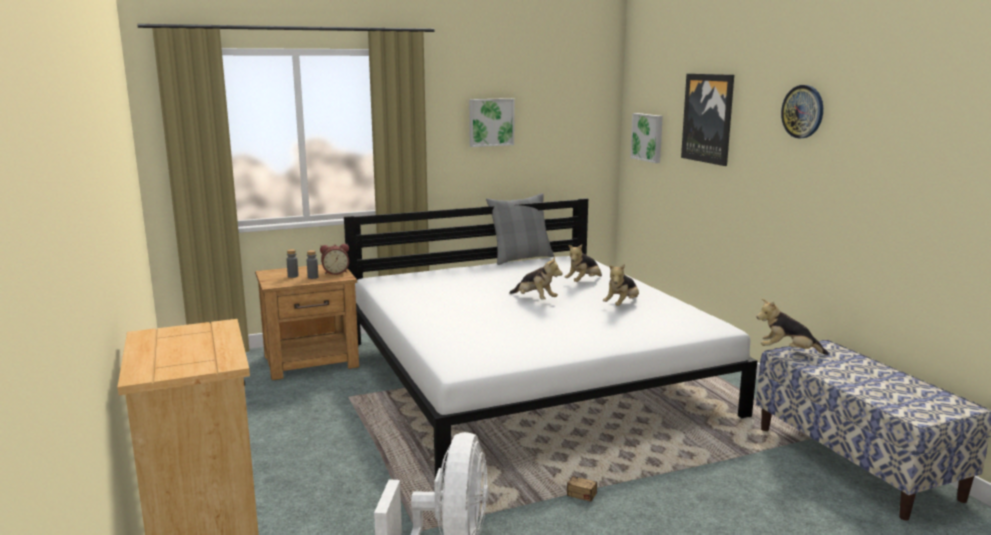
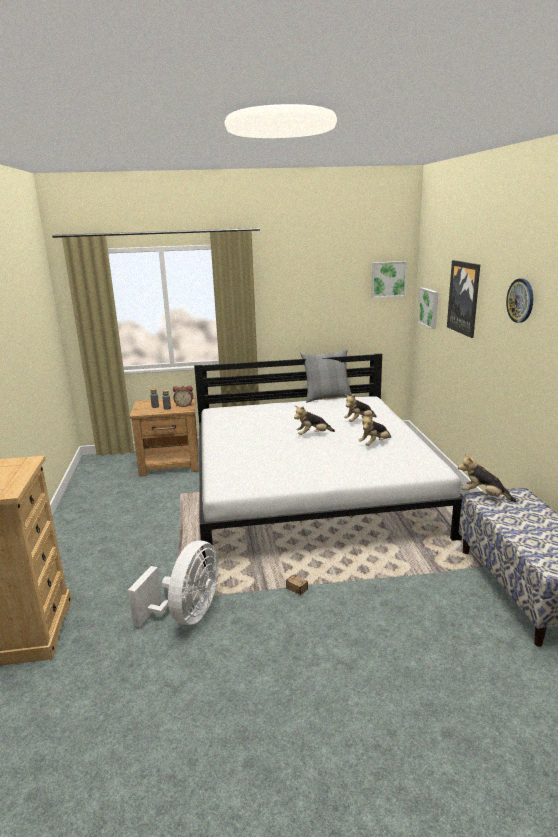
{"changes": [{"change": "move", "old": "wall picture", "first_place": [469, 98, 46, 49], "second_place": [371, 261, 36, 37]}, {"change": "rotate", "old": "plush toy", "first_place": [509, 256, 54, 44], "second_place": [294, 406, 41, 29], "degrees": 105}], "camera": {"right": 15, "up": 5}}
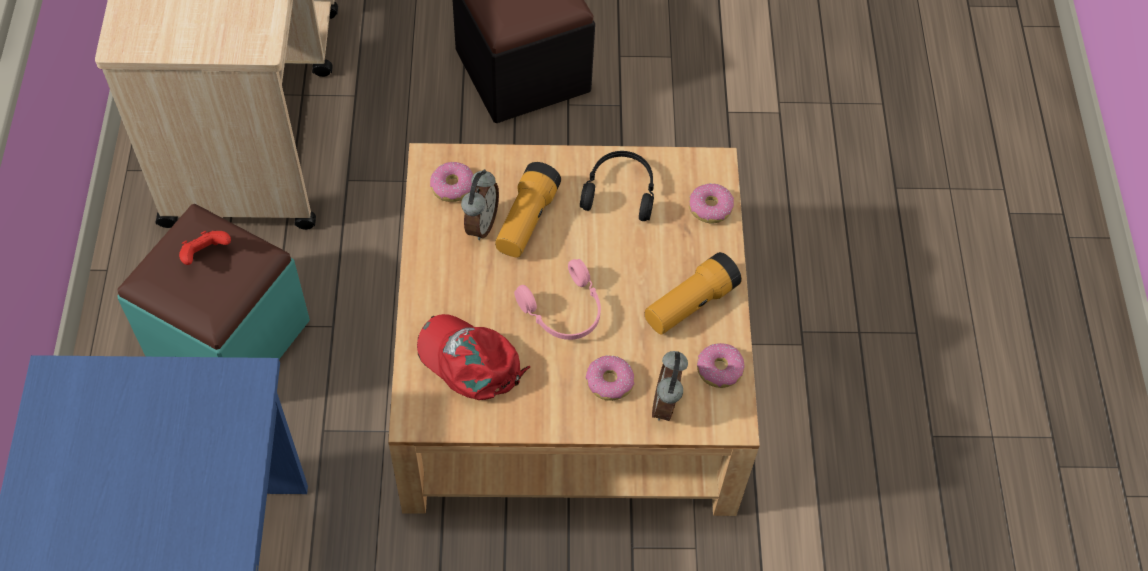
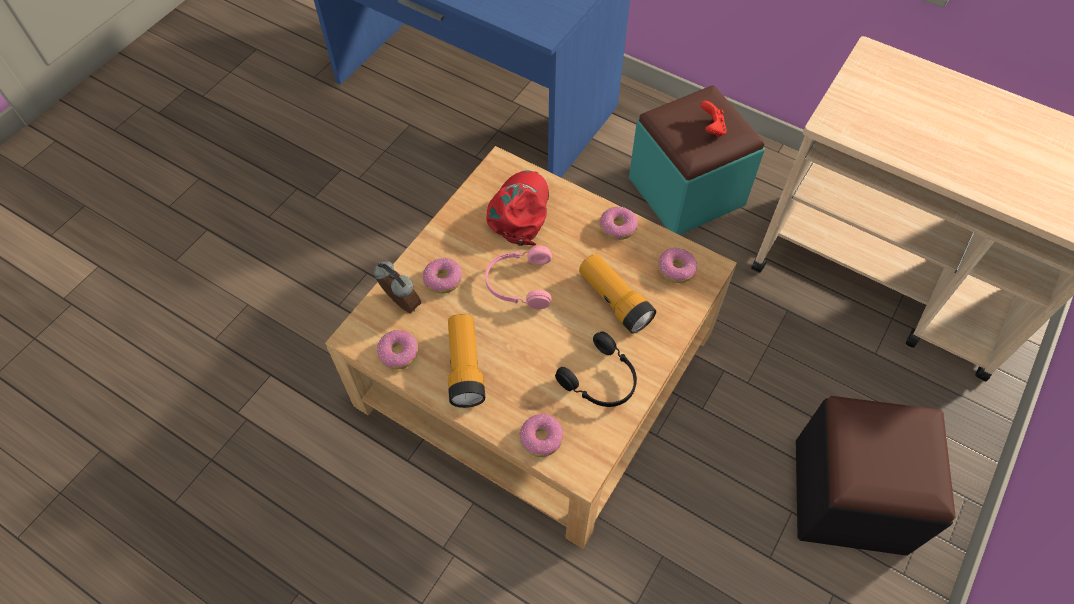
{"changes": [{"change": "delete", "old": "alarm clock", "first_place": [461, 169, 38, 71]}, {"change": "rotate", "old": "red cap", "first_place": [417, 314, 113, 86], "second_place": [487, 171, 62, 75], "degrees": -60}, {"change": "insert", "new": "ring doughnut", "second_place": [600, 207, 38, 33]}], "camera": {"right": 125, "up": 0}}
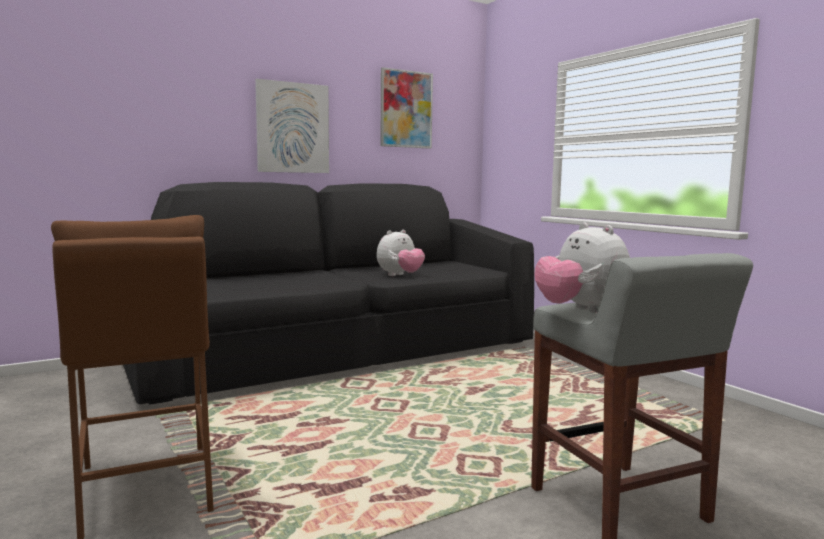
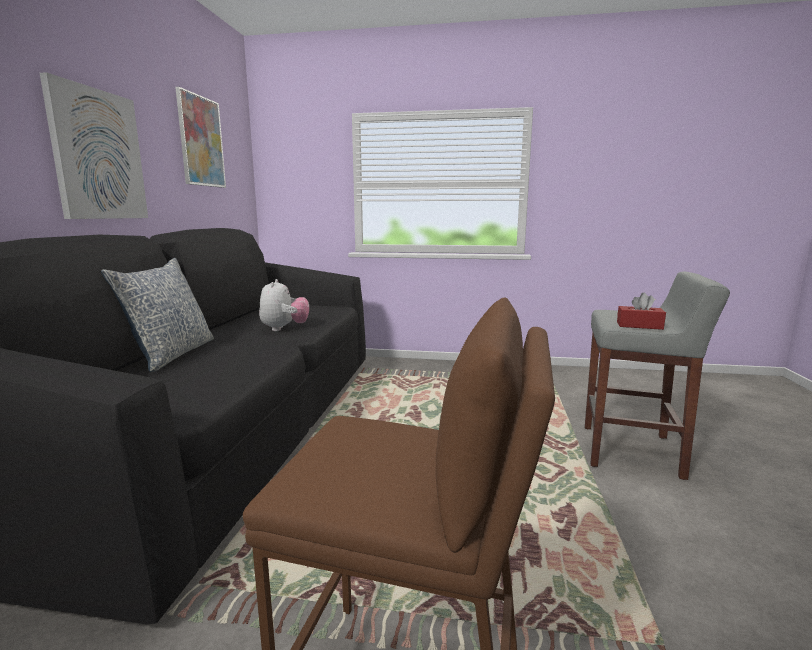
{"changes": [{"change": "replace", "old": "plush toy", "new": "red tissue holder", "first_place": [534, 222, 96, 91], "second_place": [617, 293, 49, 37]}, {"change": "insert", "new": "pillow", "second_place": [101, 258, 113, 114]}], "camera": {"right": -50, "up": 5}}
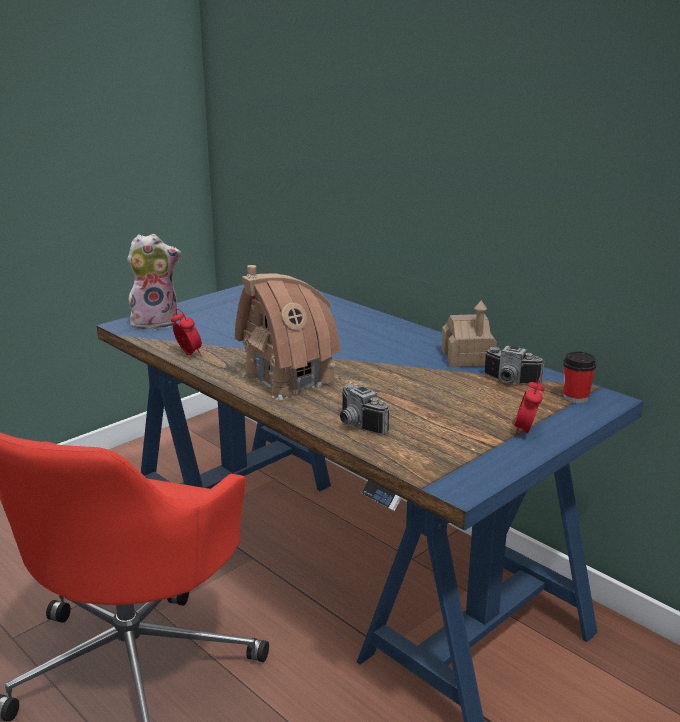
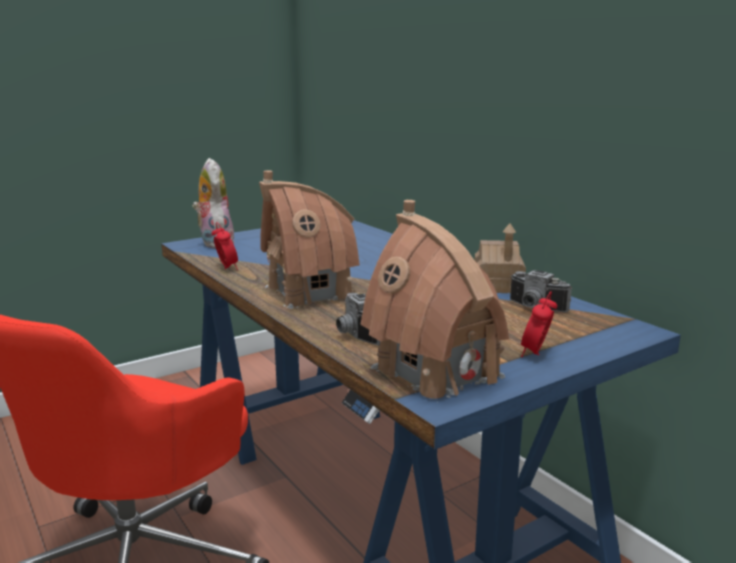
{"changes": [{"change": "rotate", "old": "plush toy", "first_place": [127, 234, 54, 96], "second_place": [192, 158, 43, 91], "degrees": -105}, {"change": "delete", "old": "drinking cup", "first_place": [563, 351, 34, 52]}, {"change": "insert", "new": "model house", "second_place": [360, 200, 149, 203]}], "camera": {"right": 10, "up": -5}}
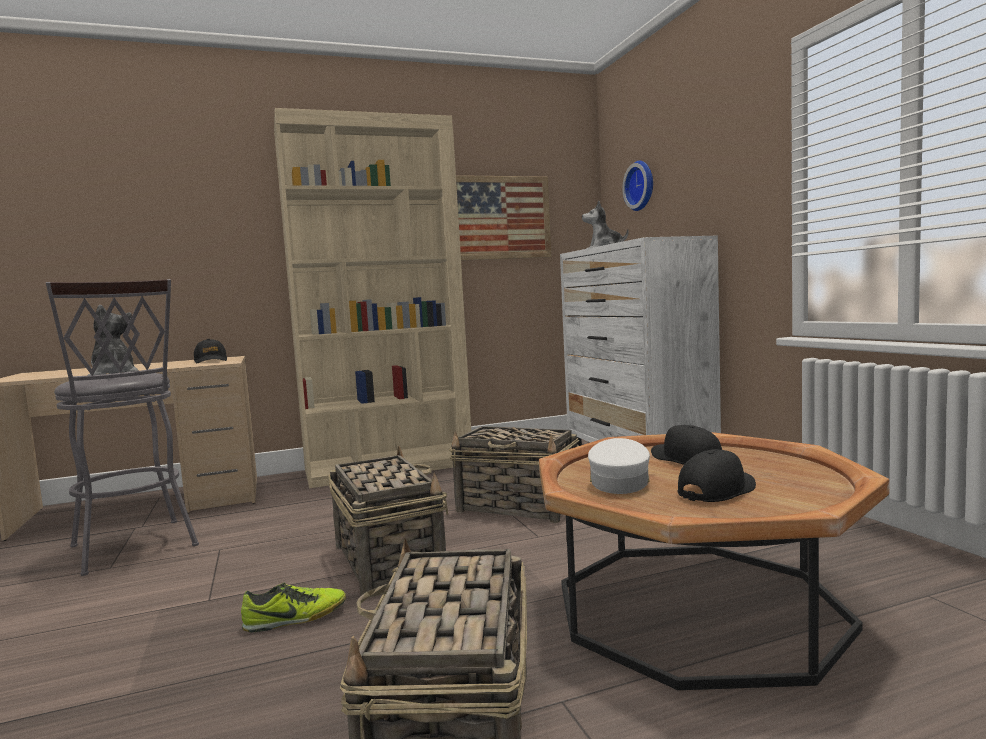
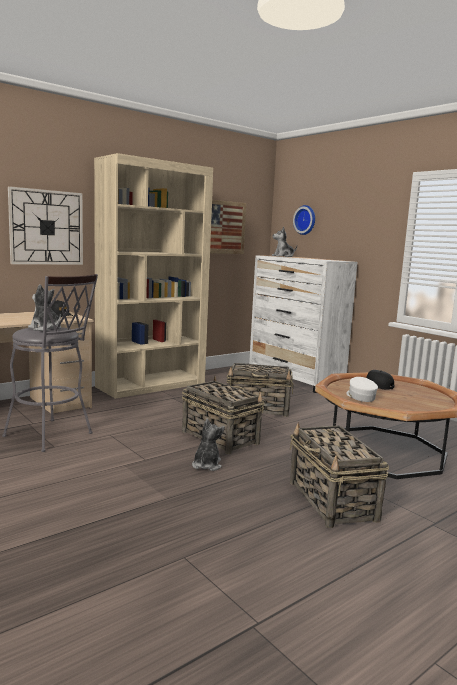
{"changes": [{"change": "delete", "old": "blackish cap", "first_place": [678, 449, 78, 53]}, {"change": "replace", "old": "shoe", "new": "plush toy", "first_place": [241, 583, 105, 50], "second_place": [192, 418, 33, 53]}, {"change": "insert", "new": "clock on the wall", "second_place": [8, 186, 75, 79]}], "camera": {"right": -20, "up": 5}}
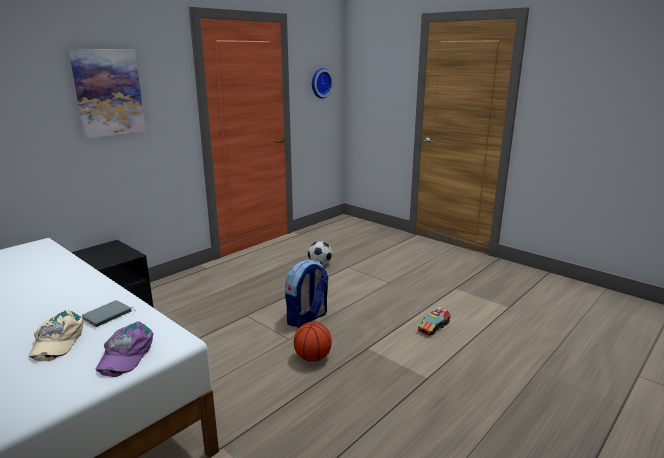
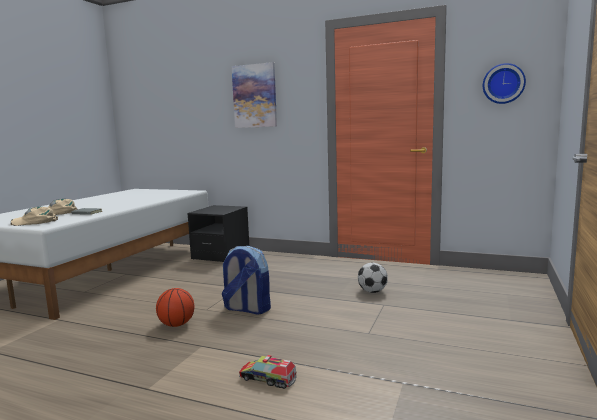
{"changes": [{"change": "recolor", "old": "purplish cap", "new": "sand-coloured cap", "first_place": [96, 321, 57, 56], "second_place": [10, 207, 48, 19]}], "camera": {"right": 70, "up": -10}}
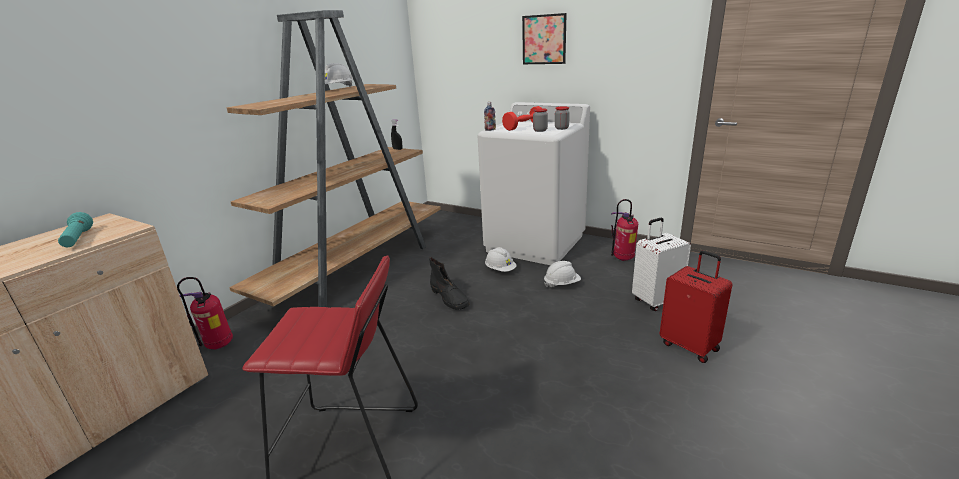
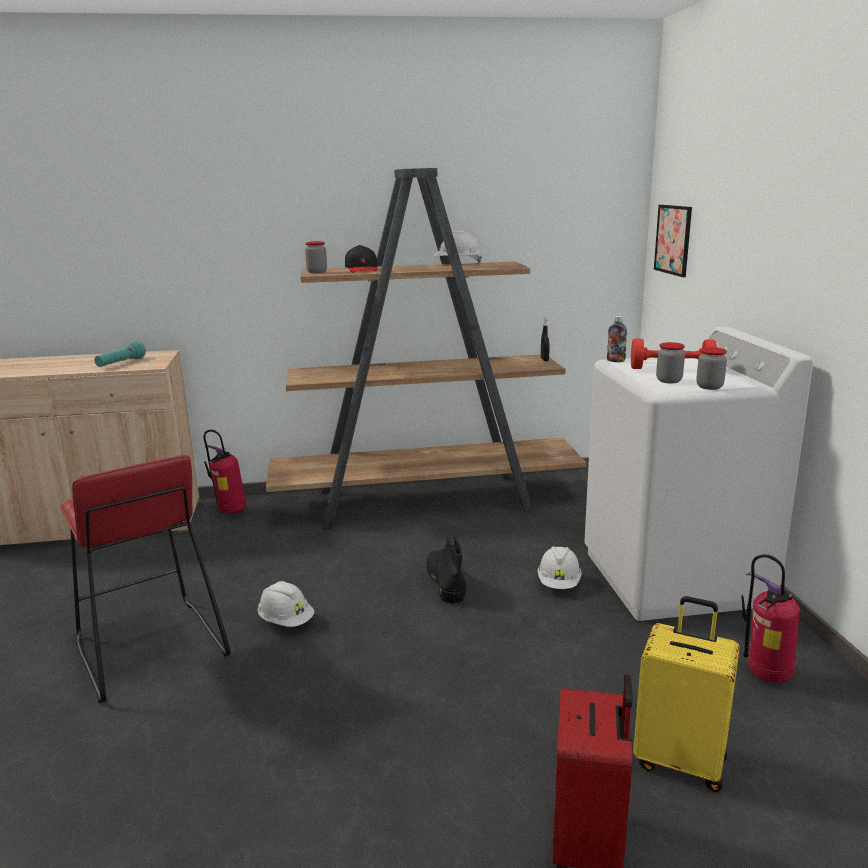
{"changes": [{"change": "move", "old": "wall picture", "first_place": [522, 13, 45, 51], "second_place": [654, 205, 38, 72]}, {"change": "recolor", "old": "whitish travel case", "new": "yellow travel case", "first_place": [632, 218, 59, 93], "second_place": [633, 596, 107, 196]}, {"change": "rotate", "old": "blackish boot", "first_place": [429, 257, 41, 53], "second_place": [426, 537, 40, 67], "degrees": 150}, {"change": "move", "old": "whitish safety helmet", "first_place": [544, 261, 37, 26], "second_place": [257, 581, 57, 46]}, {"change": "insert", "new": "storage jar", "second_place": [305, 241, 22, 32]}, {"change": "insert", "new": "blackish cap", "second_place": [345, 245, 33, 28]}], "camera": {"right": 50, "up": -5}}
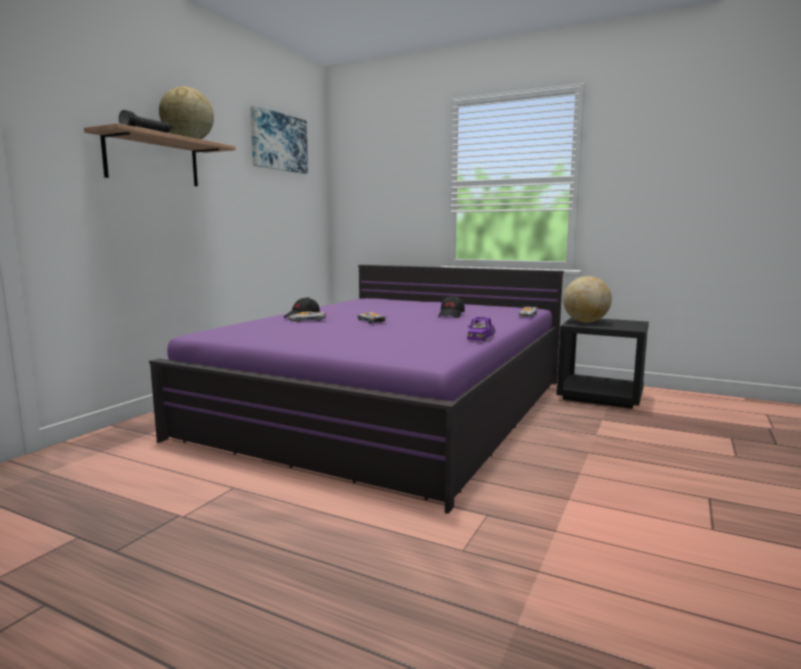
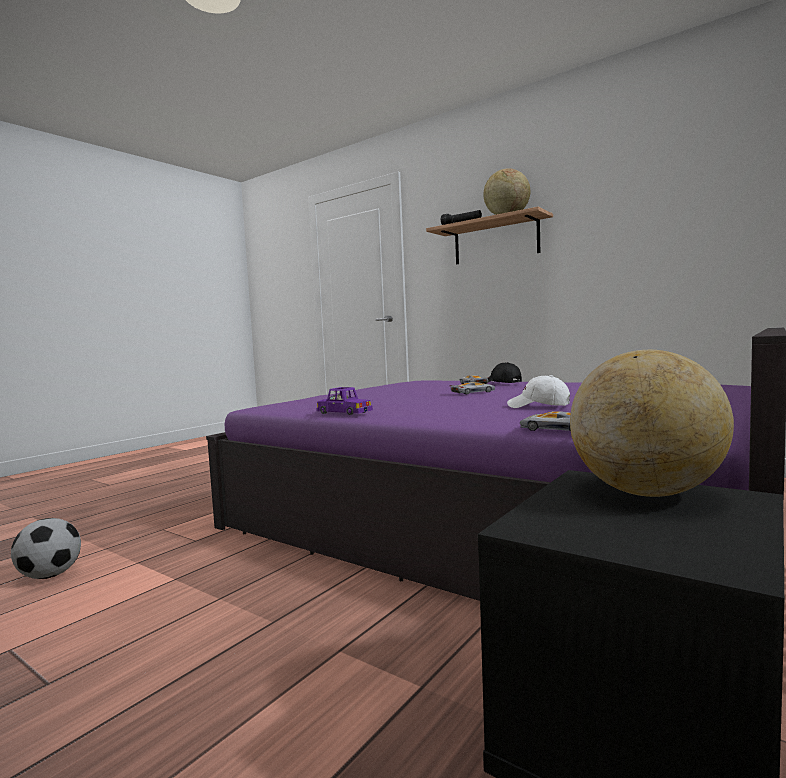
{"changes": [{"change": "delete", "old": "wall picture", "first_place": [250, 105, 58, 69]}, {"change": "recolor", "old": "blackish cap", "new": "whitish cap", "first_place": [438, 296, 27, 22], "second_place": [507, 375, 63, 33]}, {"change": "insert", "new": "ball for football", "second_place": [11, 518, 70, 61]}], "camera": {"right": 100, "up": -5}}
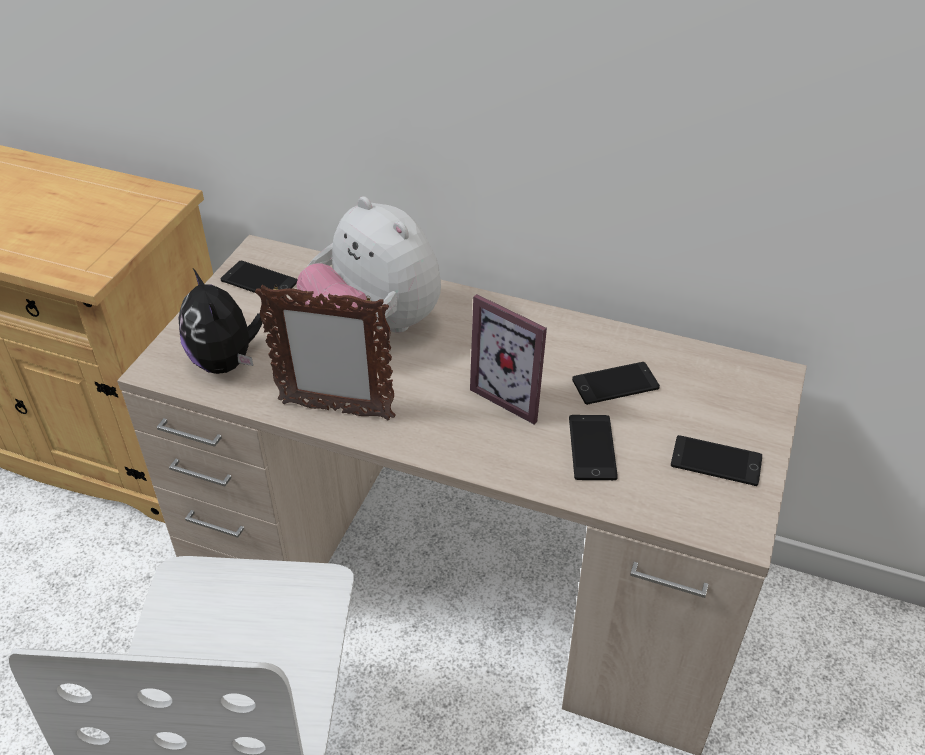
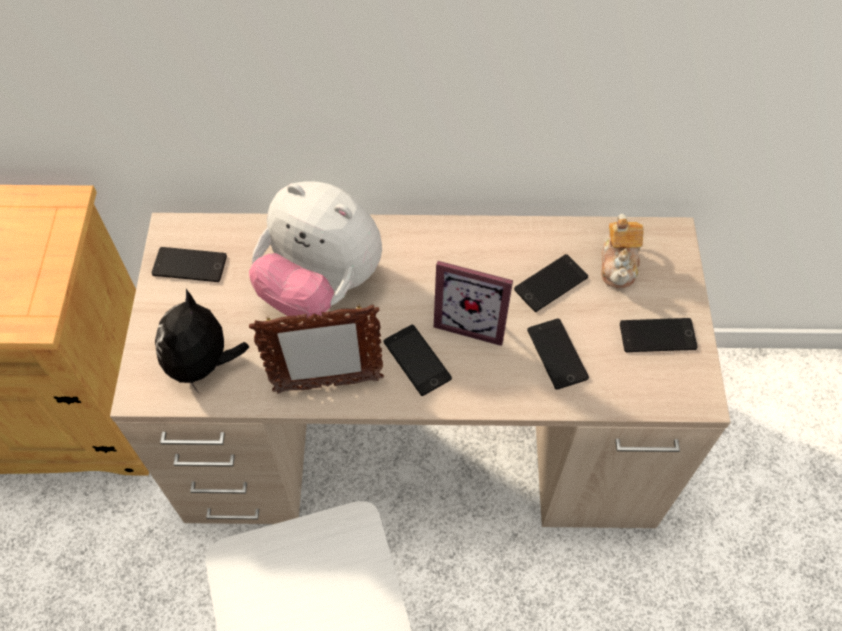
{"changes": [{"change": "rotate", "old": "plush toy", "first_place": [178, 269, 84, 105], "second_place": [155, 289, 94, 104], "degrees": 60}, {"change": "insert", "new": "tea pot", "second_place": [601, 214, 42, 75]}, {"change": "insert", "new": "telephone", "second_place": [384, 325, 68, 71]}], "camera": {"right": -20, "up": 15}}
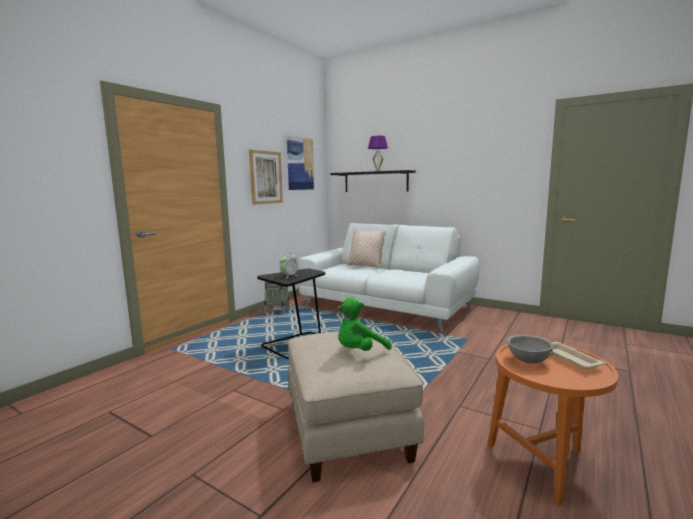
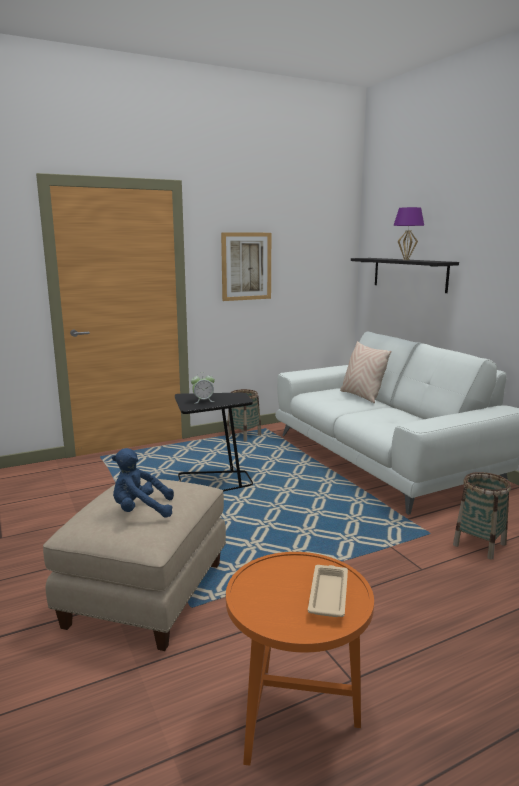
{"changes": [{"change": "delete", "old": "wall picture", "first_place": [287, 136, 27, 54]}, {"change": "recolor", "old": "greenish plush toy", "new": "blue plush toy", "first_place": [338, 297, 54, 54], "second_place": [112, 448, 62, 70]}, {"change": "delete", "old": "greyish bowl", "first_place": [507, 334, 47, 30]}, {"change": "insert", "new": "household basket", "second_place": [453, 472, 58, 88]}], "camera": {"right": 30, "up": 5}}
